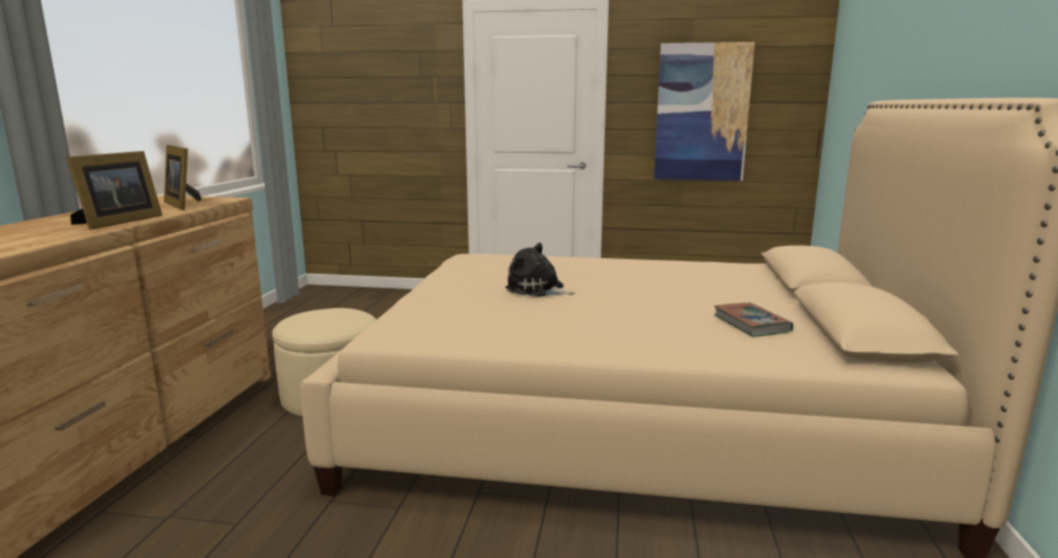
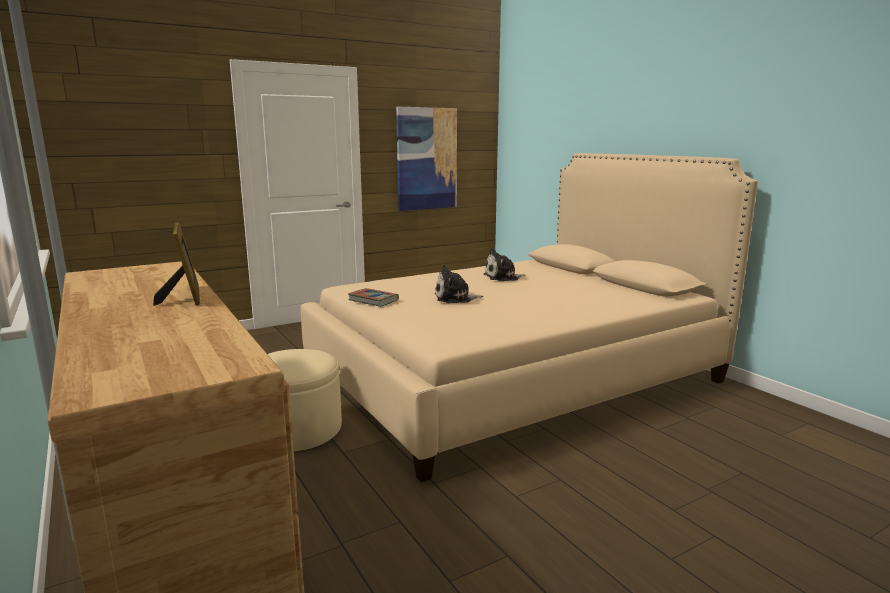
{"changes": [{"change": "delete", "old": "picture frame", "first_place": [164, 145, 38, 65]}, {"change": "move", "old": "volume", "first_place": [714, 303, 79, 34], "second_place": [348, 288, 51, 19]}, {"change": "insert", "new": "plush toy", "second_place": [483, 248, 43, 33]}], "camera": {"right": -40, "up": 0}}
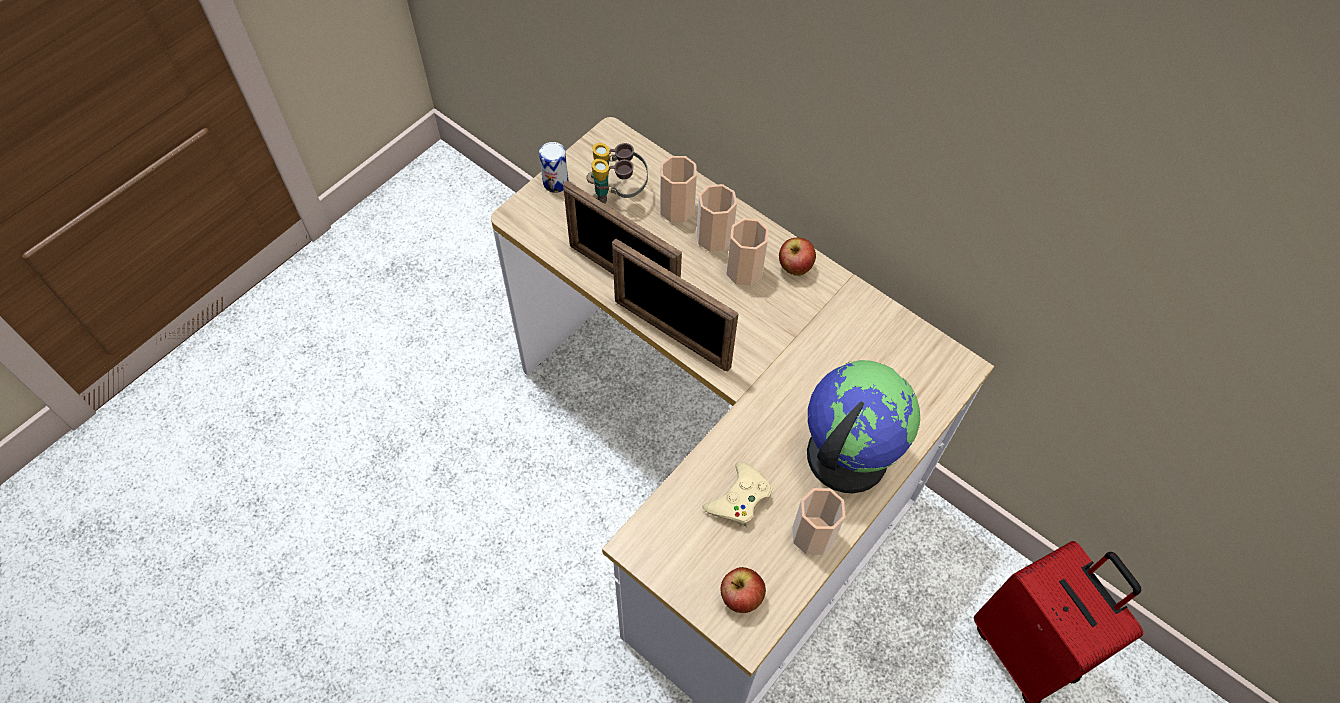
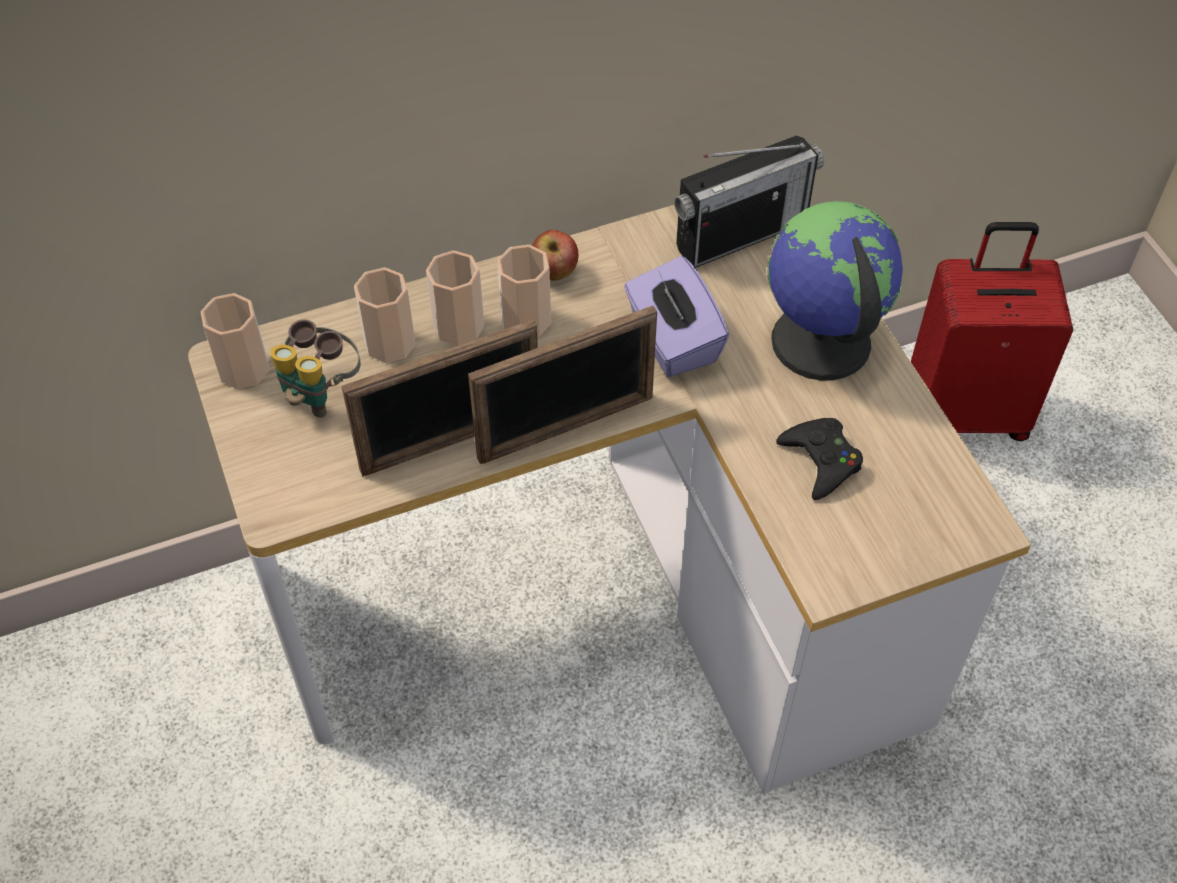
{"changes": [{"change": "delete", "old": "metal can", "first_place": [539, 142, 29, 51]}, {"change": "recolor", "old": "sand-coloured game controller", "new": "blackish game controller", "first_place": [702, 462, 70, 65], "second_place": [776, 418, 87, 82]}, {"change": "move", "old": "drinking cup", "first_place": [792, 488, 54, 67], "second_place": [201, 293, 69, 96]}, {"change": "delete", "old": "apple", "first_place": [720, 567, 46, 46]}, {"change": "insert", "new": "radio", "second_place": [674, 136, 150, 132]}, {"change": "insert", "new": "purplish tissue holder", "second_place": [624, 256, 105, 121]}], "camera": {"right": -60, "up": -5}}
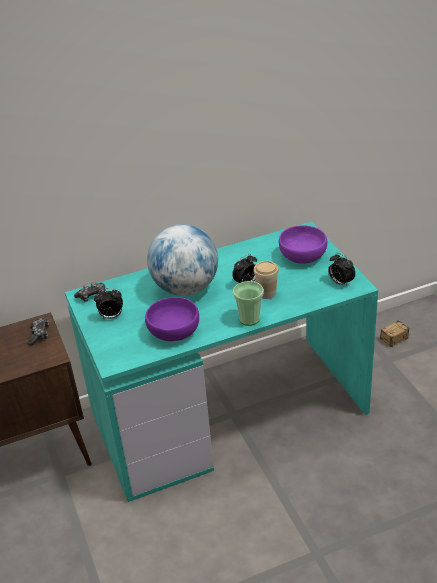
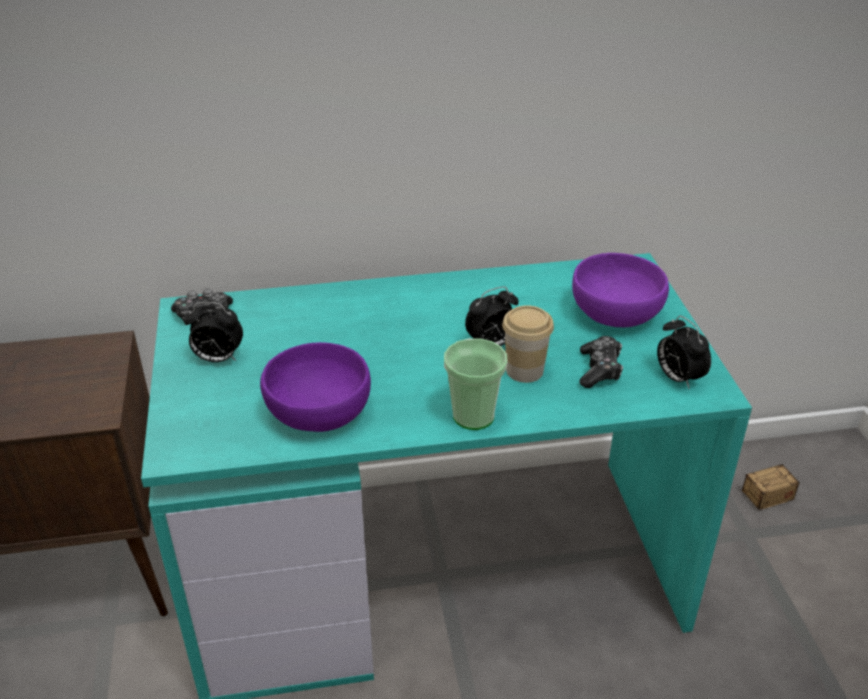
{"changes": [{"change": "delete", "old": "desk globe", "first_place": [147, 224, 71, 72]}, {"change": "move", "old": "game controller", "first_place": [28, 317, 21, 29], "second_place": [579, 336, 44, 52]}], "camera": {"right": 10, "up": 0}}
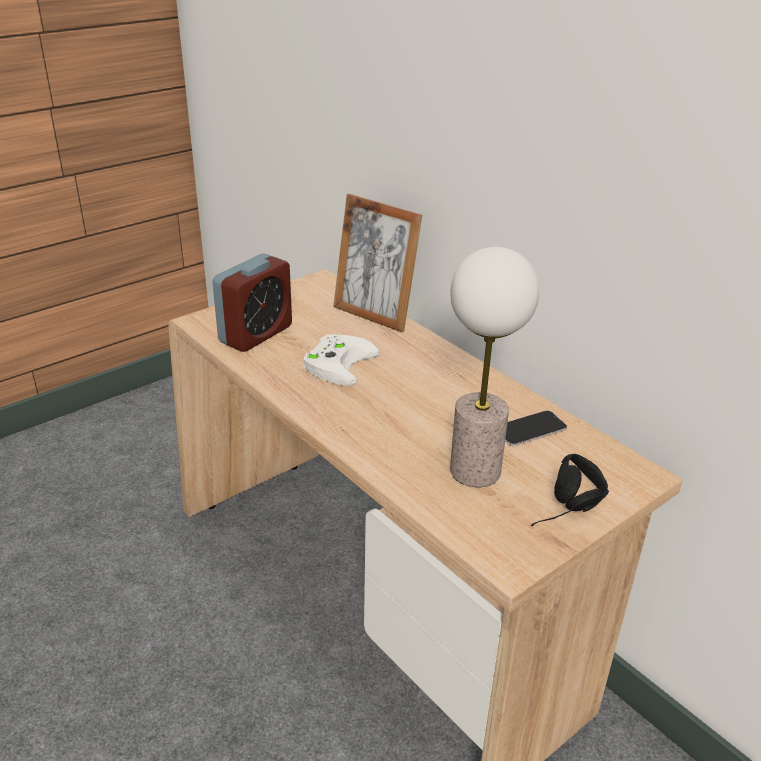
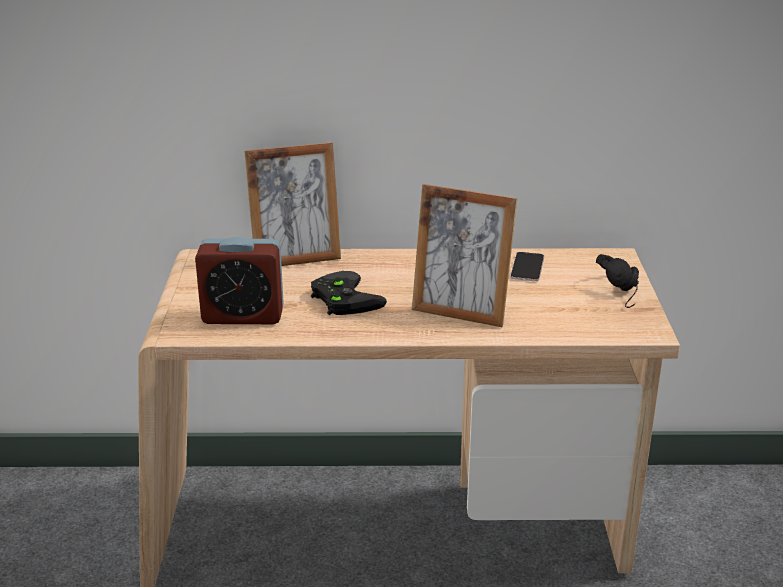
{"changes": [{"change": "delete", "old": "lamp for a table", "first_place": [450, 247, 89, 240]}, {"change": "rotate", "old": "alarm clock", "first_place": [212, 253, 80, 99], "second_place": [195, 237, 89, 87], "degrees": 105}, {"change": "recolor", "old": "whitish game controller", "new": "blackish game controller", "first_place": [303, 334, 76, 52], "second_place": [311, 271, 76, 44]}, {"change": "insert", "new": "picture frame", "second_place": [412, 184, 105, 143]}], "camera": {"right": -50, "up": -5}}
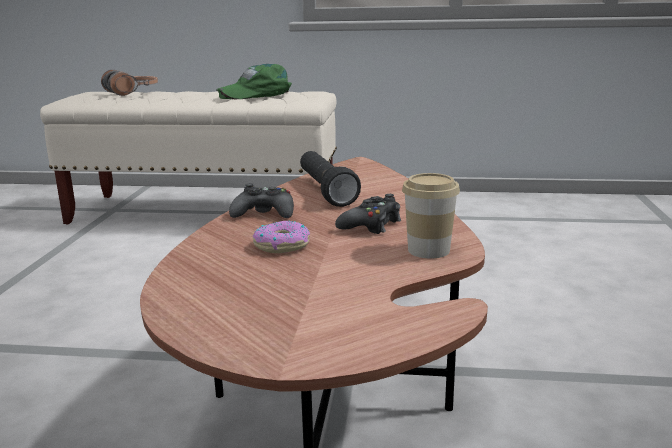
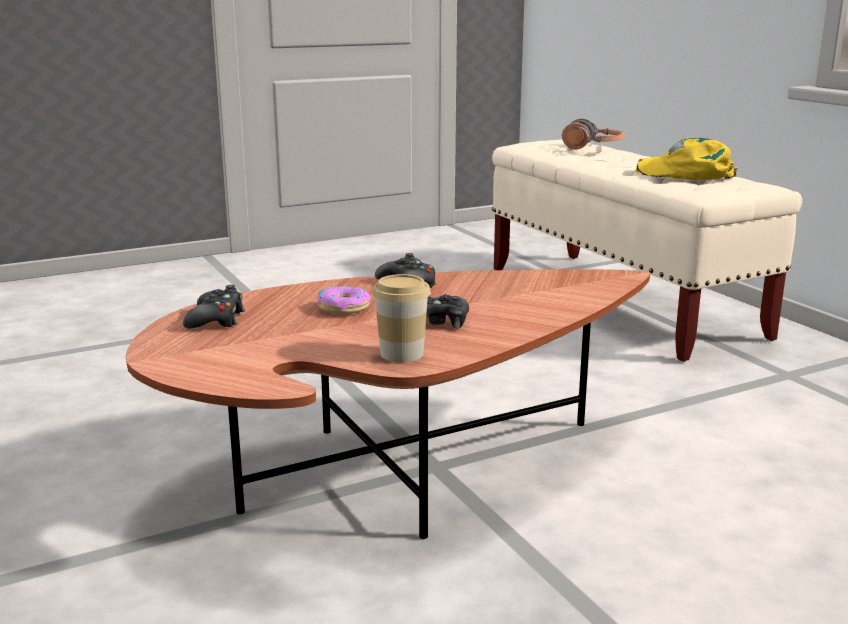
{"changes": [{"change": "recolor", "old": "greenish cap", "new": "yellow cap", "first_place": [216, 64, 76, 35], "second_place": [635, 138, 103, 42]}, {"change": "delete", "old": "blackish flashlight", "first_place": [300, 151, 61, 56]}, {"change": "insert", "new": "blackish game controller", "second_place": [183, 285, 62, 44]}], "camera": {"right": 55, "up": 0}}
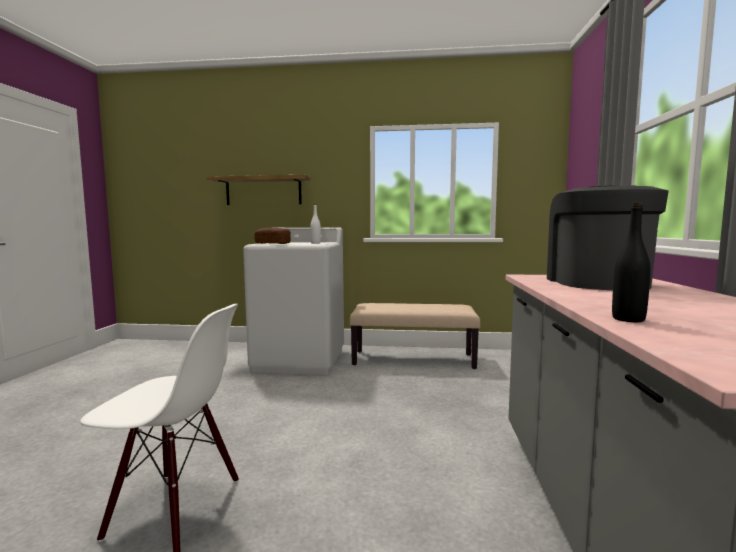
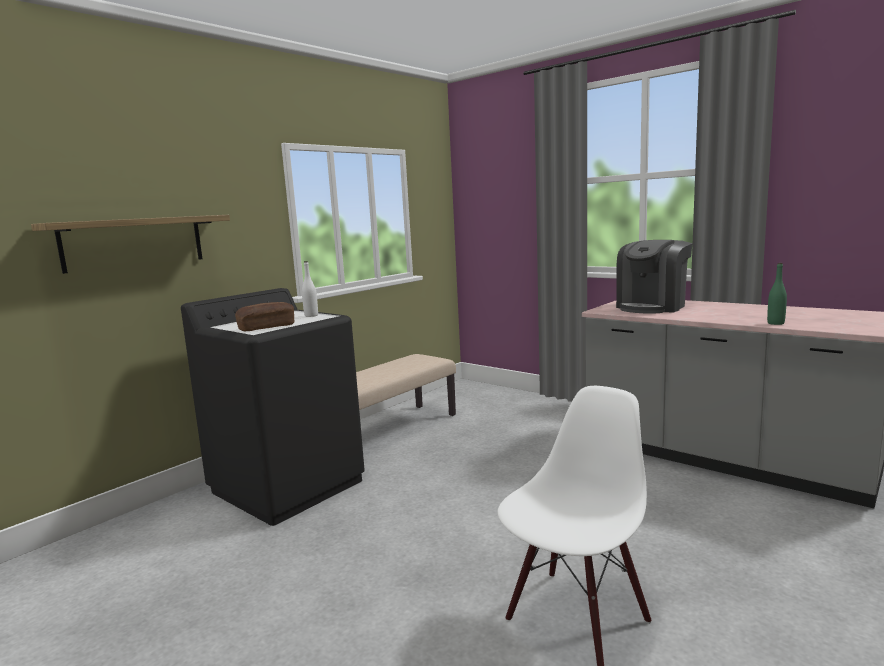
{"changes": [{"change": "rotate", "old": "coffee brewer", "first_place": [547, 185, 122, 105], "second_place": [616, 240, 77, 73], "degrees": -90}, {"change": "recolor", "old": "blackish drink bottle", "new": "greenish drink bottle", "first_place": [612, 202, 39, 120], "second_place": [767, 263, 20, 62]}, {"change": "recolor", "old": "whitish laundry machine", "new": "blackish laundry machine", "first_place": [243, 227, 101, 148], "second_place": [181, 288, 184, 238]}], "camera": {"right": -55, "up": 5}}
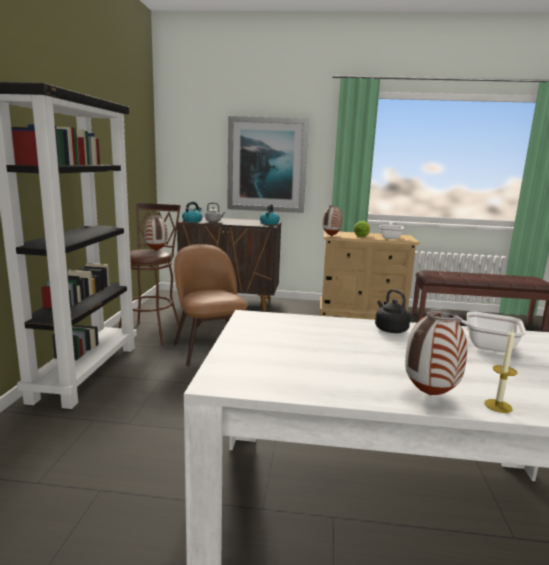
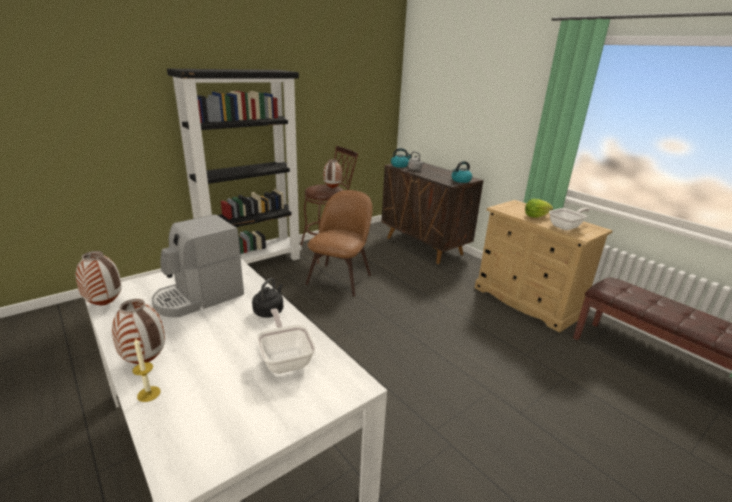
{"changes": [{"change": "delete", "old": "wall picture", "first_place": [227, 116, 82, 97]}, {"change": "move", "old": "decorative vase", "first_place": [323, 205, 19, 31], "second_place": [76, 251, 46, 54]}, {"change": "insert", "new": "coffee brewer", "second_place": [152, 214, 92, 103]}], "camera": {"right": 45, "up": 10}}
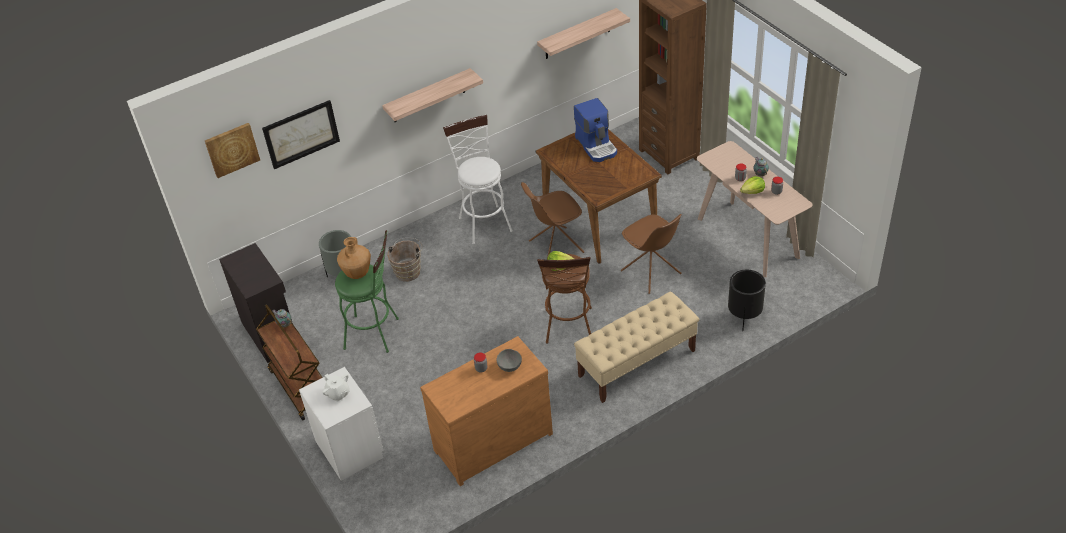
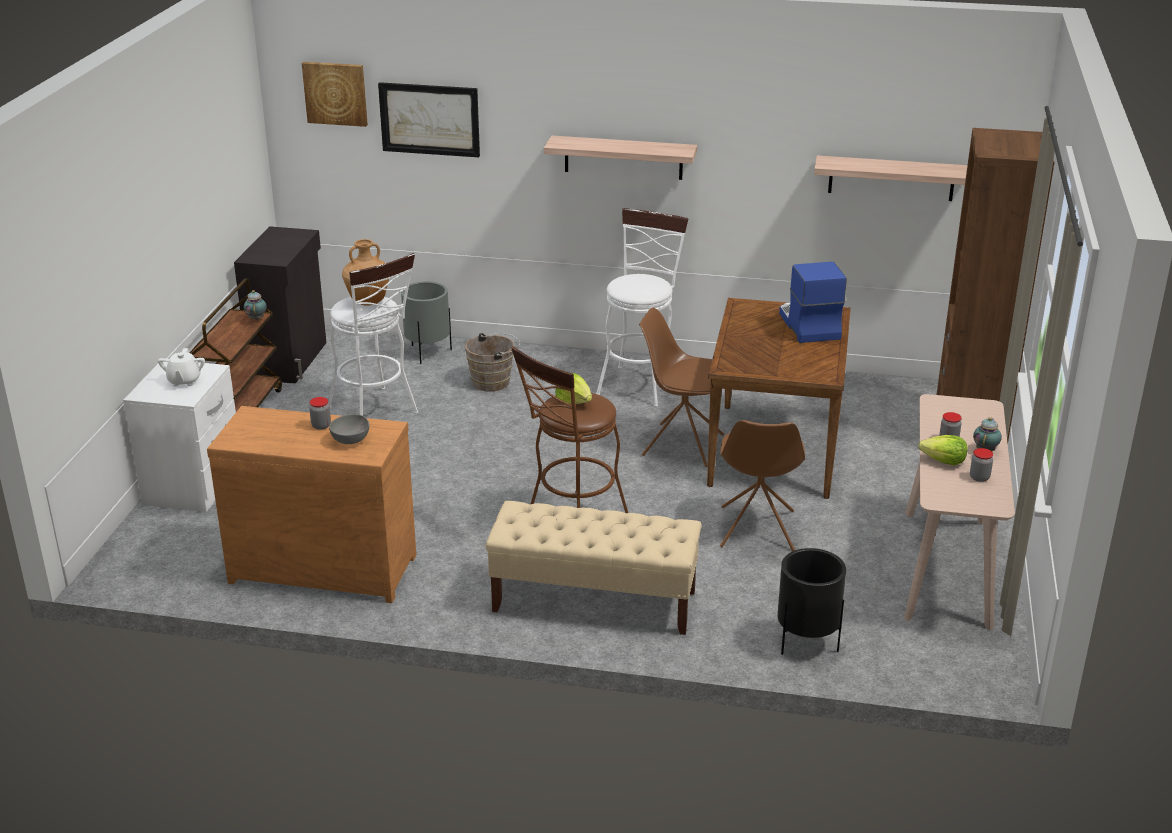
{"changes": [{"change": "rotate", "old": "coffee brewer", "first_place": [574, 98, 43, 64], "second_place": [779, 262, 68, 81], "degrees": 150}, {"change": "recolor", "old": "greenish sitting stool", "new": "whitish sitting stool", "first_place": [335, 230, 64, 123], "second_place": [328, 253, 91, 163]}], "camera": {"right": 40, "up": -15}}
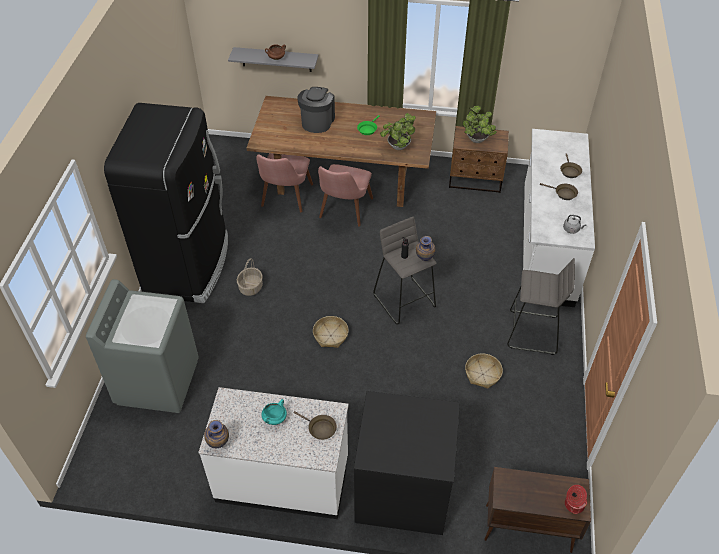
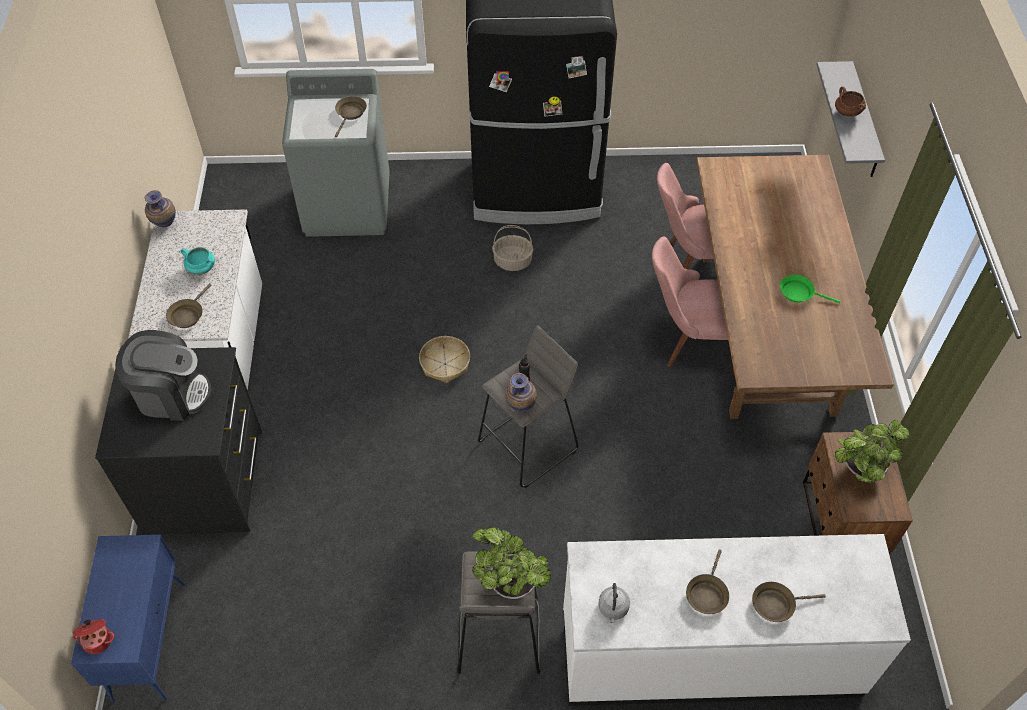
{"changes": [{"change": "move", "old": "coffee brewer", "first_place": [297, 87, 38, 46], "second_place": [115, 330, 97, 91]}, {"change": "move", "old": "potted plant", "first_place": [380, 113, 36, 37], "second_place": [472, 528, 79, 71]}, {"change": "delete", "old": "household basket", "first_place": [465, 353, 38, 36]}, {"change": "recolor", "old": "brown storage cabinet", "new": "blue storage cabinet", "first_place": [484, 467, 107, 86], "second_place": [71, 535, 114, 167]}, {"change": "insert", "new": "brown skillet", "second_place": [335, 96, 32, 41]}], "camera": {"right": 80, "up": 5}}
